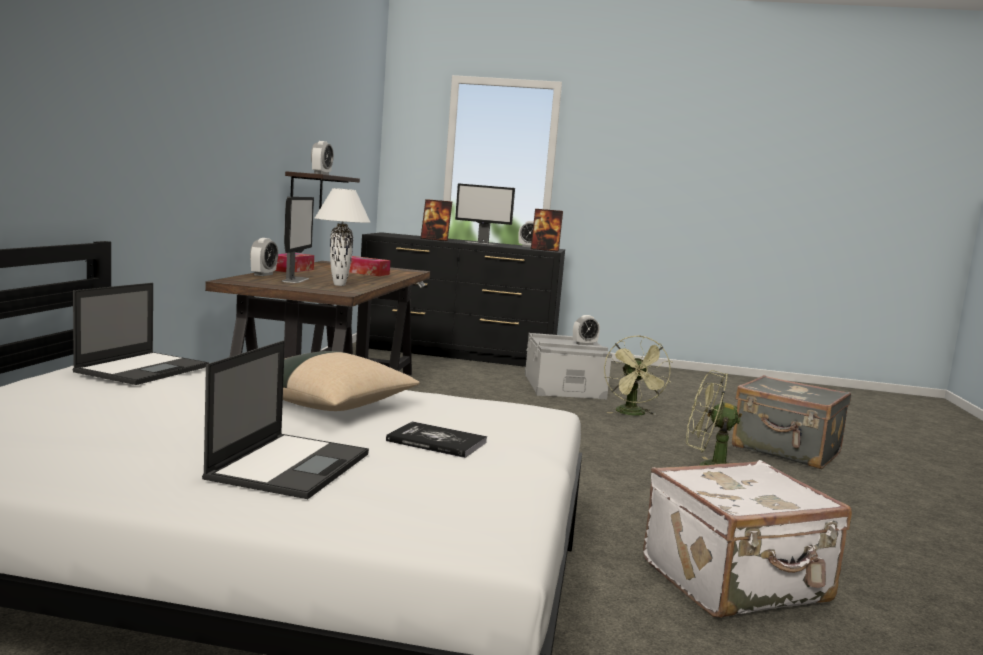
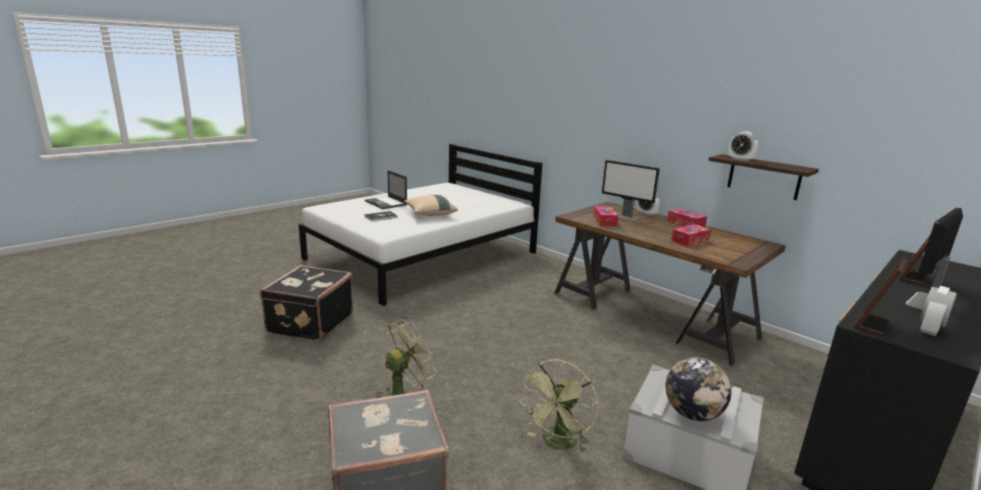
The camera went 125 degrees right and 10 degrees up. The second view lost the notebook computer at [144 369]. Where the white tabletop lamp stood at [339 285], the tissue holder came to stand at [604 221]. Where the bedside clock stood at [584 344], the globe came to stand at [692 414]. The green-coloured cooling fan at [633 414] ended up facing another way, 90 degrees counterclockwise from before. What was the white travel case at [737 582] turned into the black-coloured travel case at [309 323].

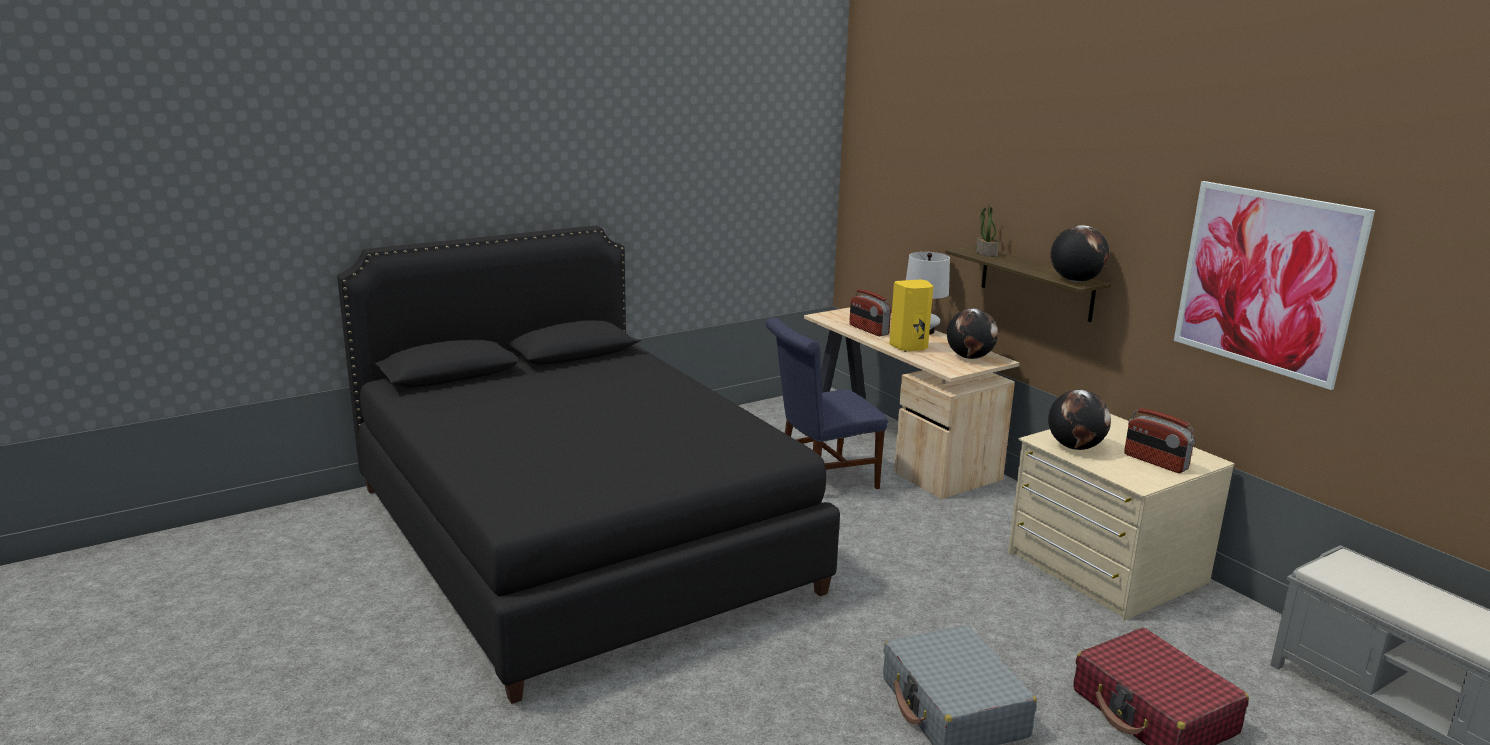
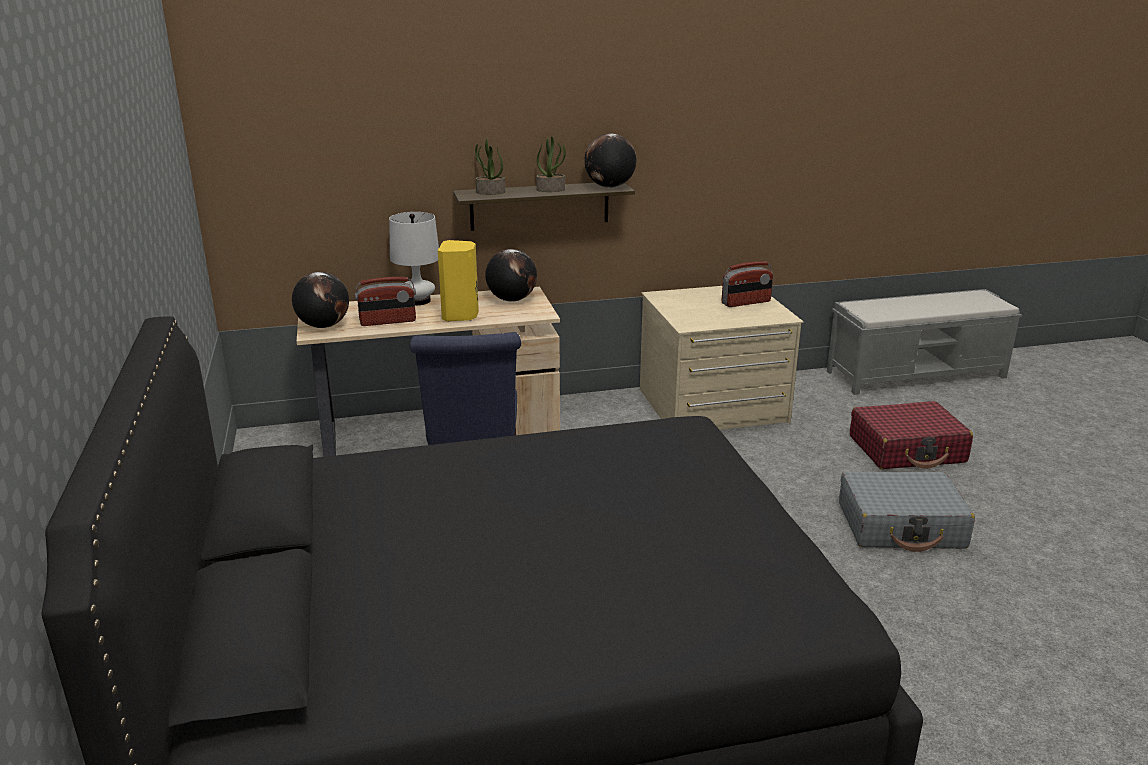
The camera went 70 degrees left and 5 degrees up. The globe ended up elsewhere, having gone from [1075 447] to [323 326]. The second view lost the wall picture at [1266 281]. The second view gained the houseplant at [551 189].

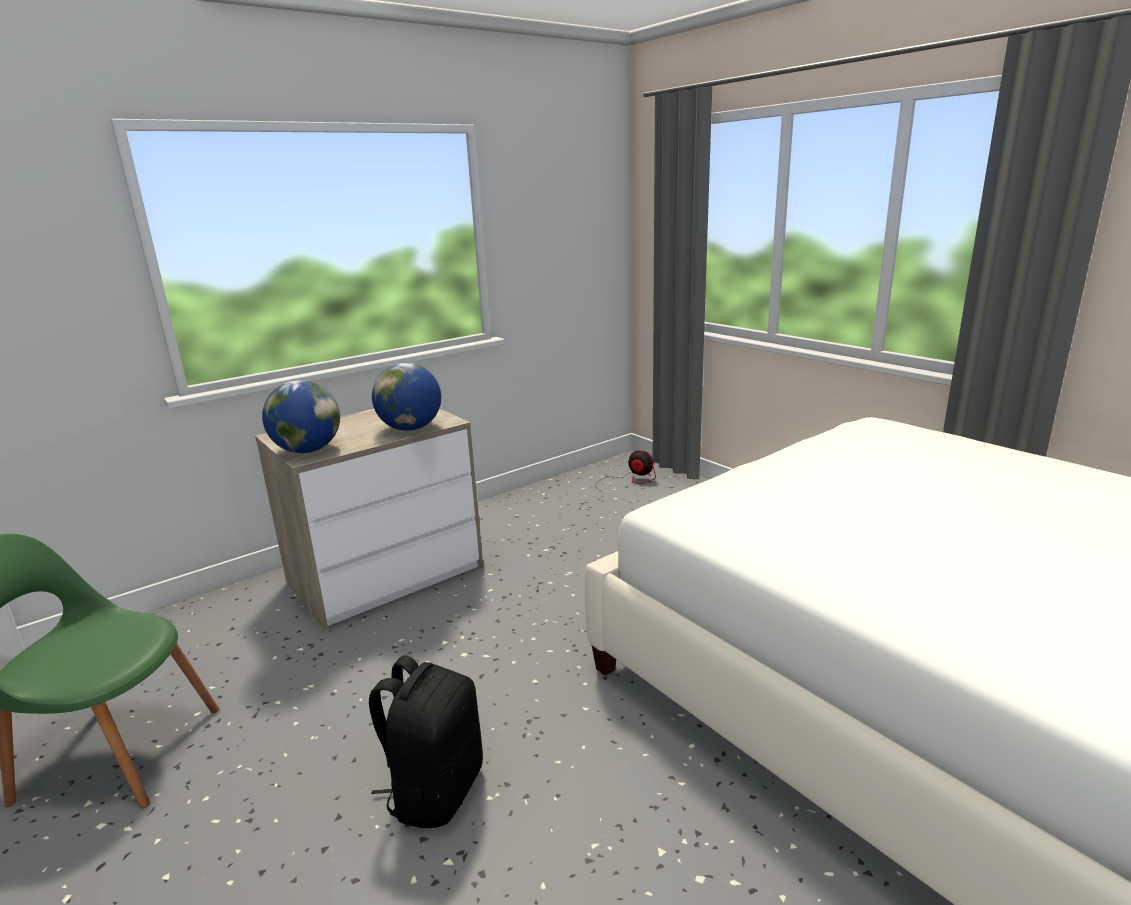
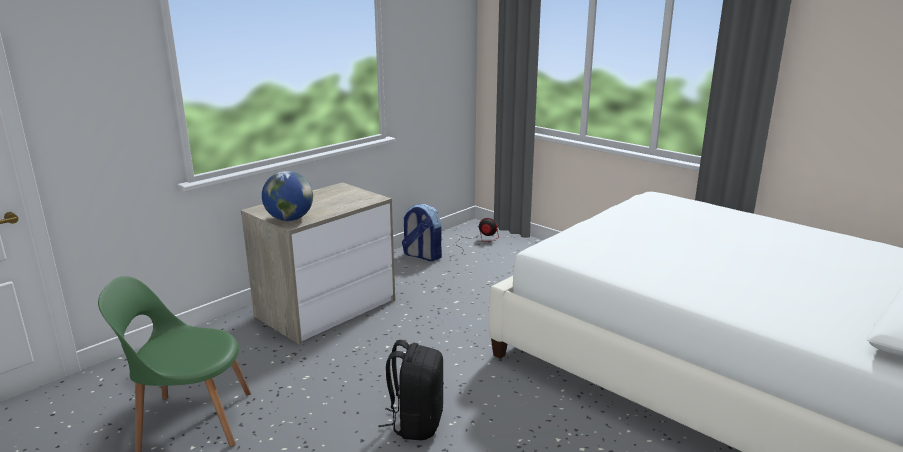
The camera went 10 degrees left and 0 degrees up. The second view lost the globe at [411 428]. The second view gained the knapsack at [422 256].

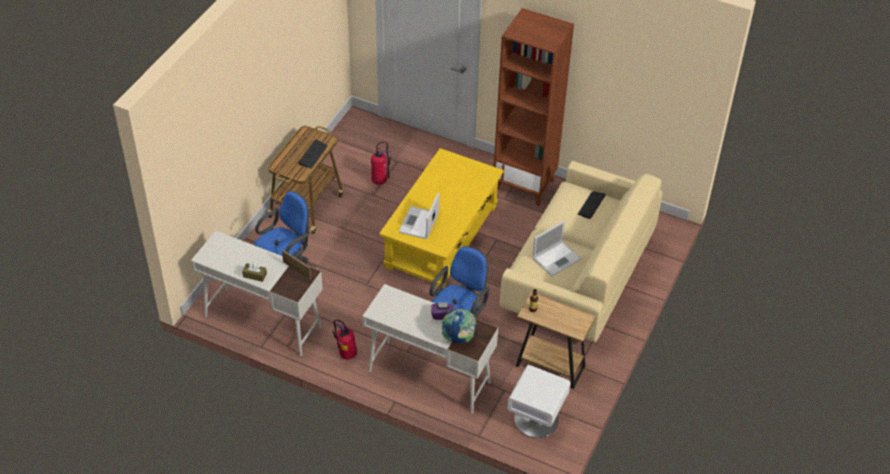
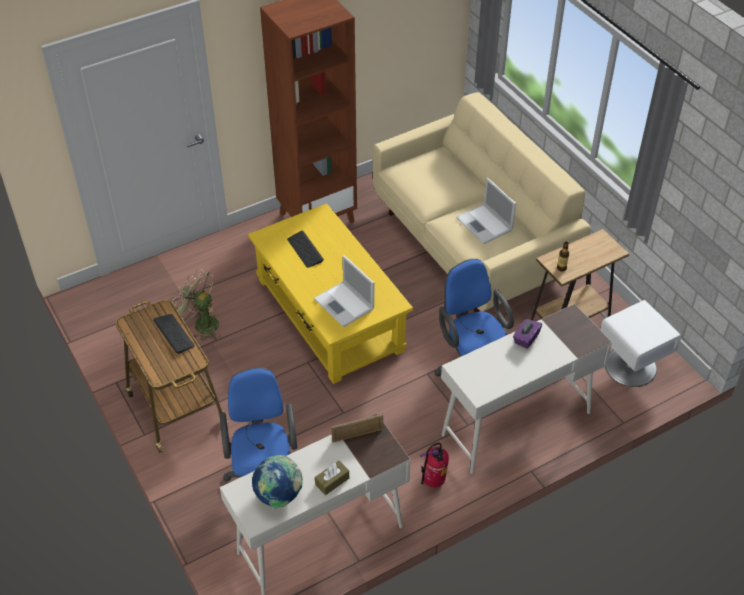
The camera went 55 degrees left and 0 degrees up. Where the fire extinguisher stood at [380 180], the green-coloured cooling fan came to stand at [201 324]. The globe ended up elsewhere, having gone from [458 337] to [279 496]. The notebook computer at [557 258] ended up facing another way, 150 degrees clockwise from before. The computer keyboard ended up elsewhere, having gone from [591 205] to [305 250].

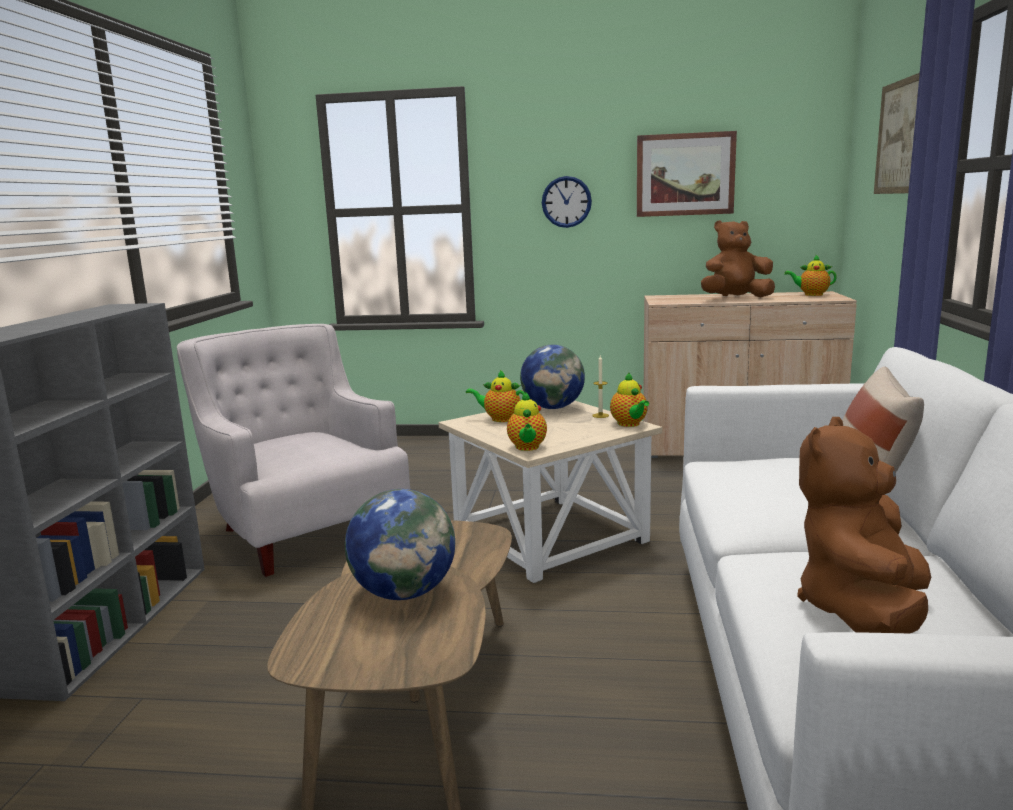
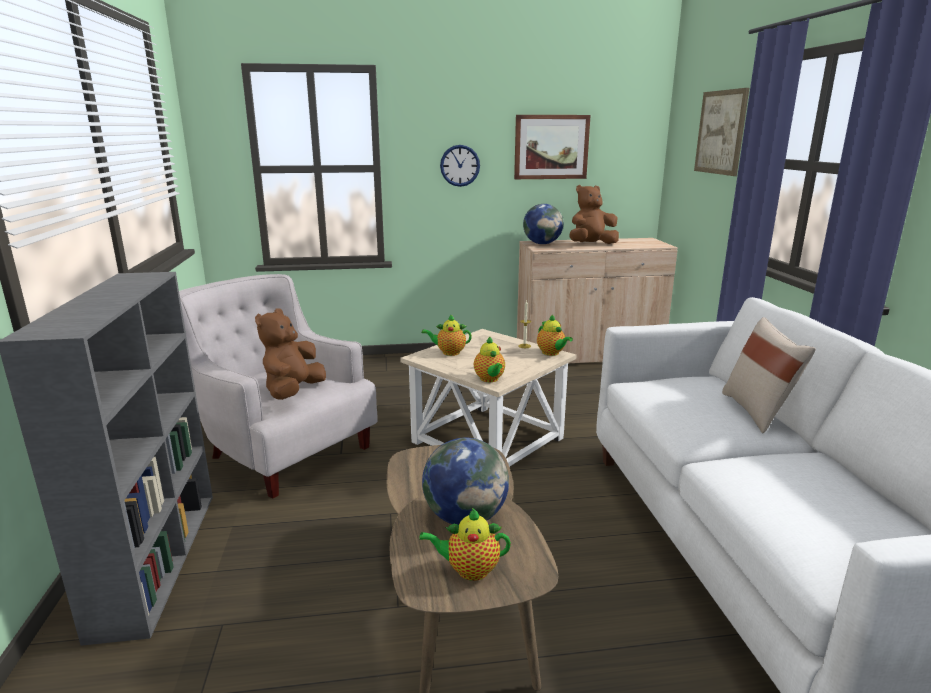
The camera went 15 degrees left and 5 degrees up. The globe ended up elsewhere, having gone from [553 407] to [542 244]. The tea pot ended up elsewhere, having gone from [811 294] to [469 570]. The brown-coloured plush toy ended up elsewhere, having gone from [861 612] to [293 392].

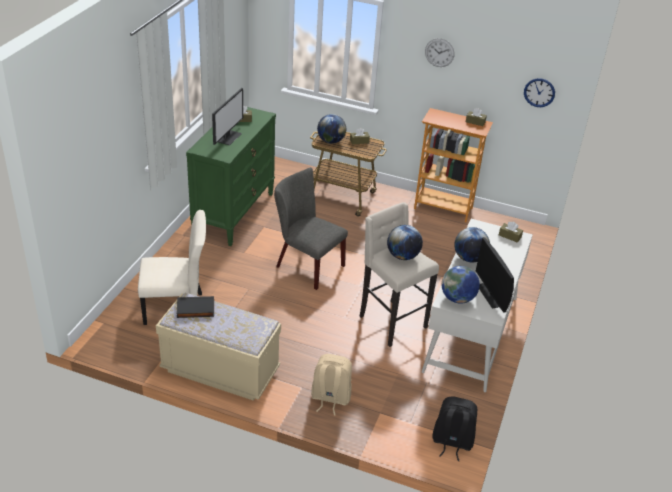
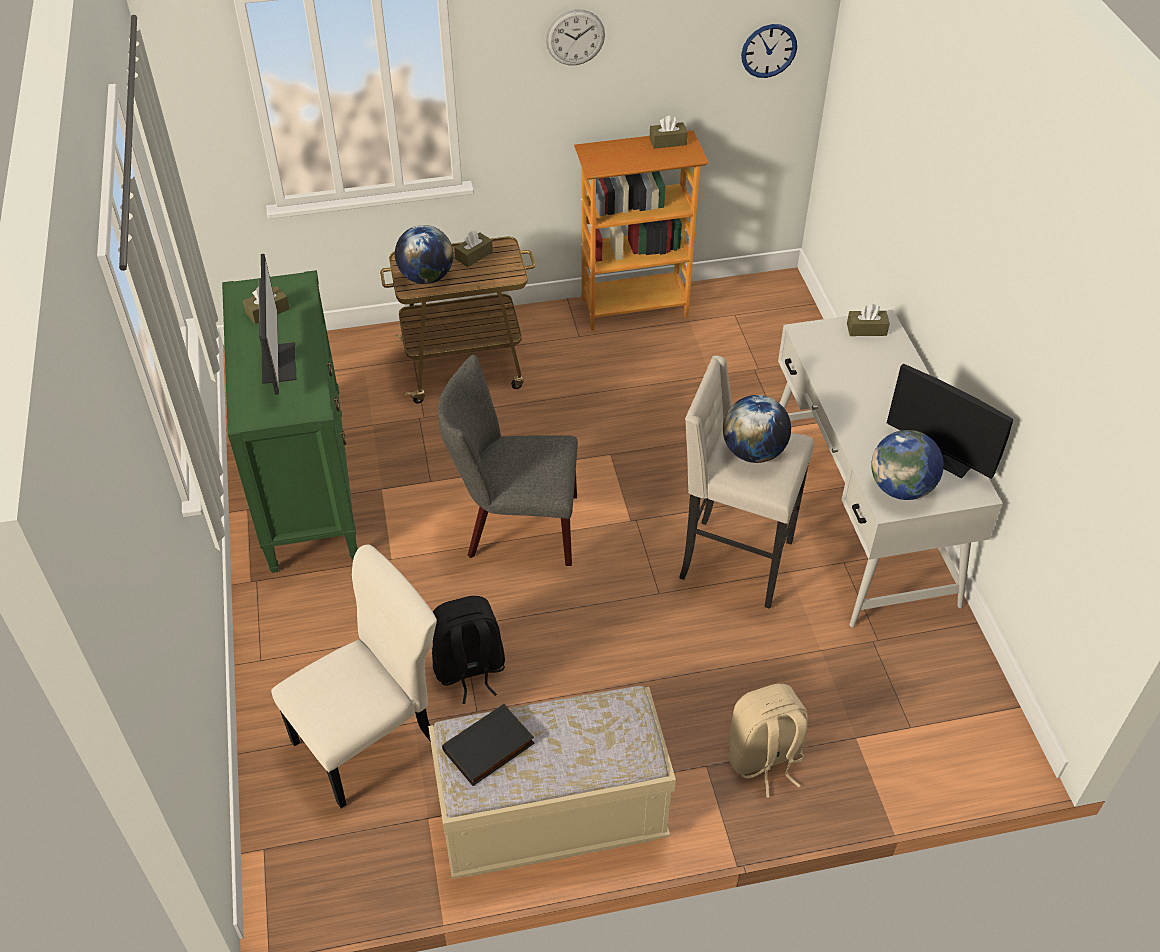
The camera went 30 degrees left and 10 degrees up. The black-coloured knapsack ended up elsewhere, having gone from [451 442] to [469 669]. The second view lost the globe at [469 258].

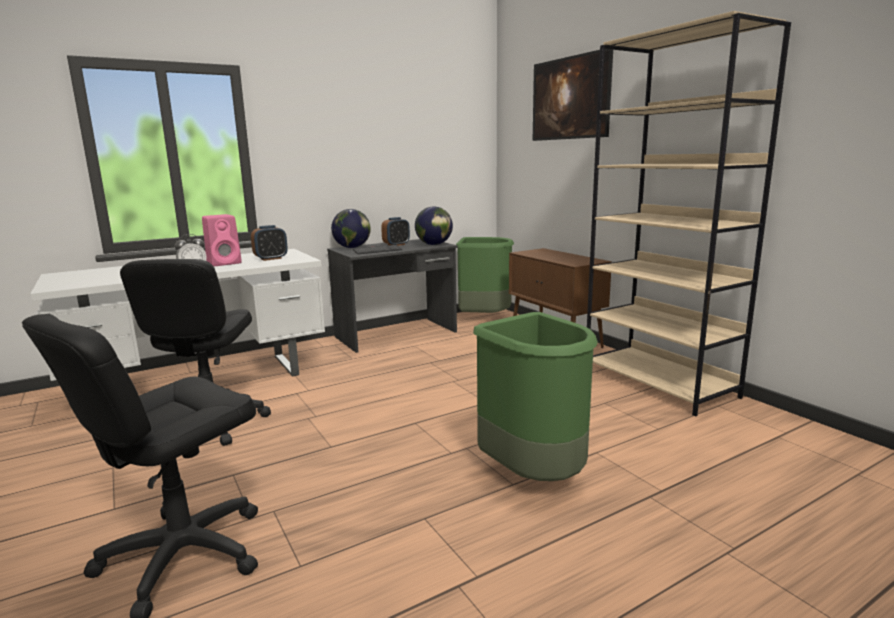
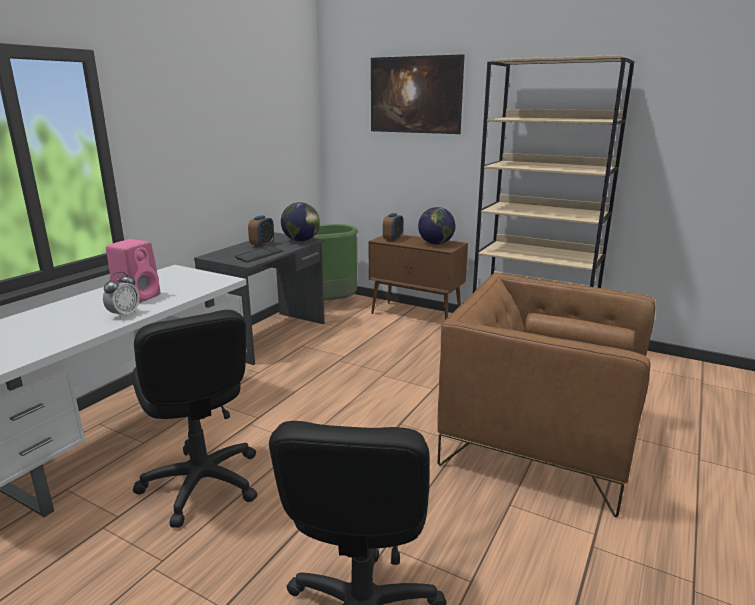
The camera went 30 degrees left and 5 degrees up. The bedside clock ended up elsewhere, having gone from [271 258] to [393 239]. The globe ended up elsewhere, having gone from [352 247] to [436 244]. Where the green-coloured waste bin stood at [534 475], the brown-coloured lounge chair came to stand at [539 442].

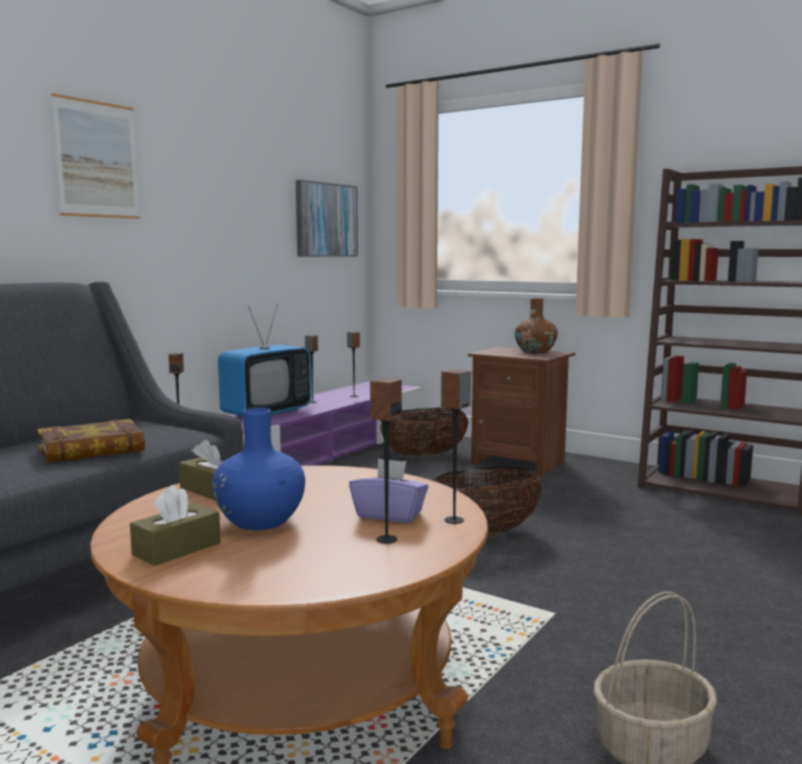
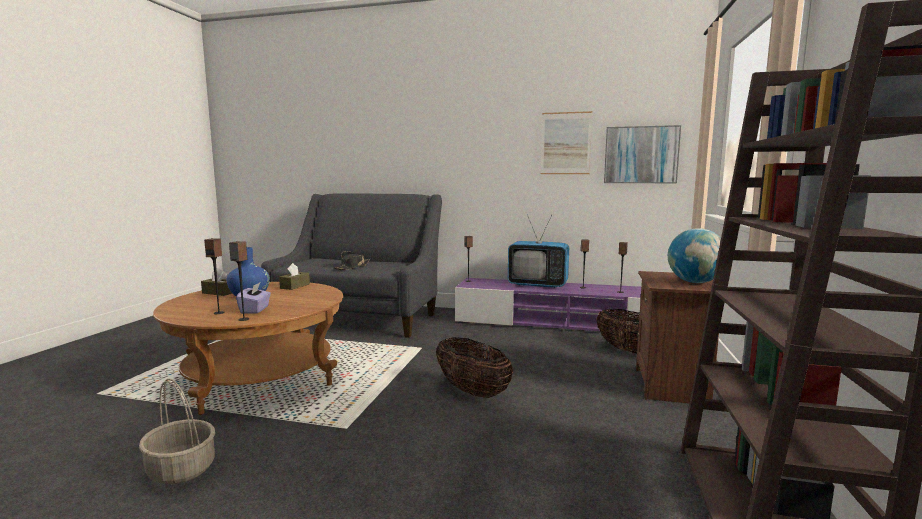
The camera went 70 degrees right and 0 degrees up. Where the book stood at [92 449], the black-coloured hat came to stand at [352 267]. The wall picture ended up elsewhere, having gone from [97 159] to [565 143]. Where the brown-coloured decorative vase stood at [535 351], the globe came to stand at [695 282].

